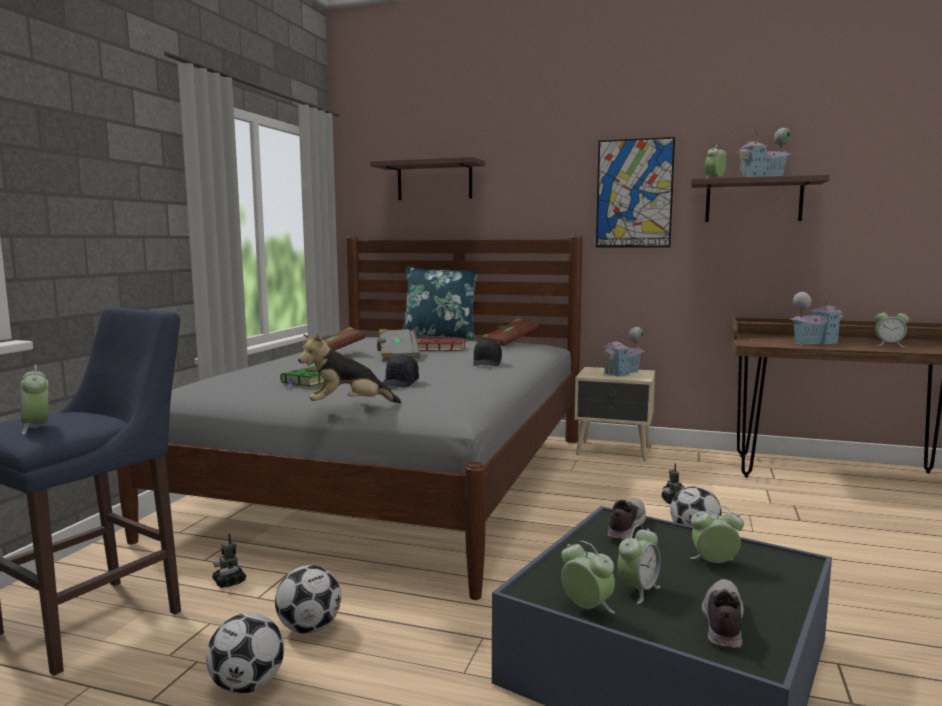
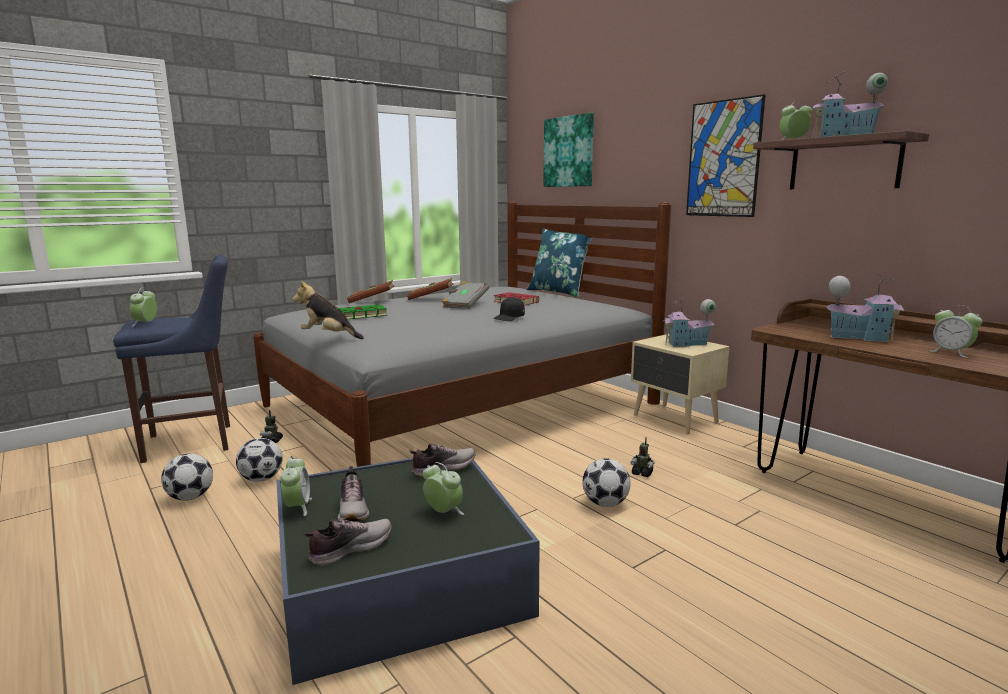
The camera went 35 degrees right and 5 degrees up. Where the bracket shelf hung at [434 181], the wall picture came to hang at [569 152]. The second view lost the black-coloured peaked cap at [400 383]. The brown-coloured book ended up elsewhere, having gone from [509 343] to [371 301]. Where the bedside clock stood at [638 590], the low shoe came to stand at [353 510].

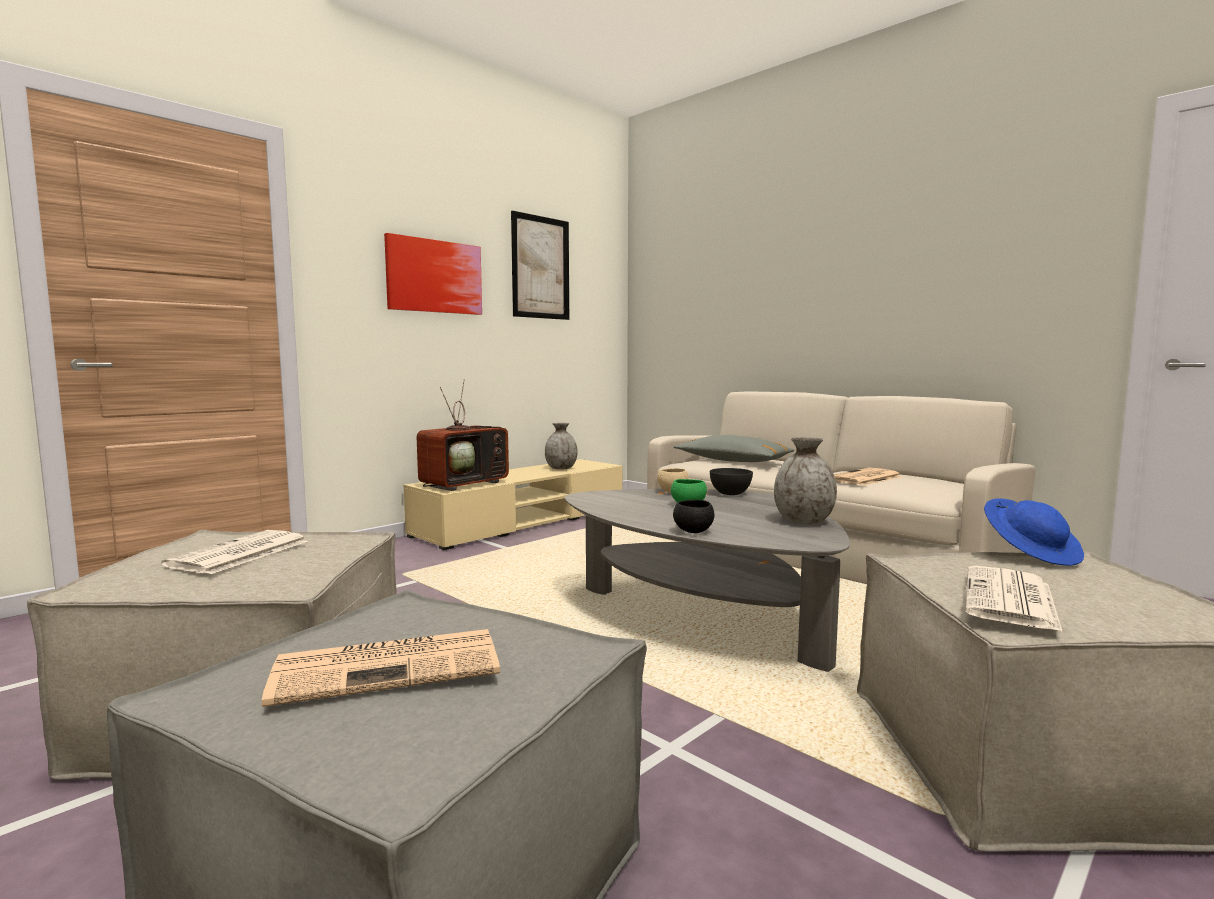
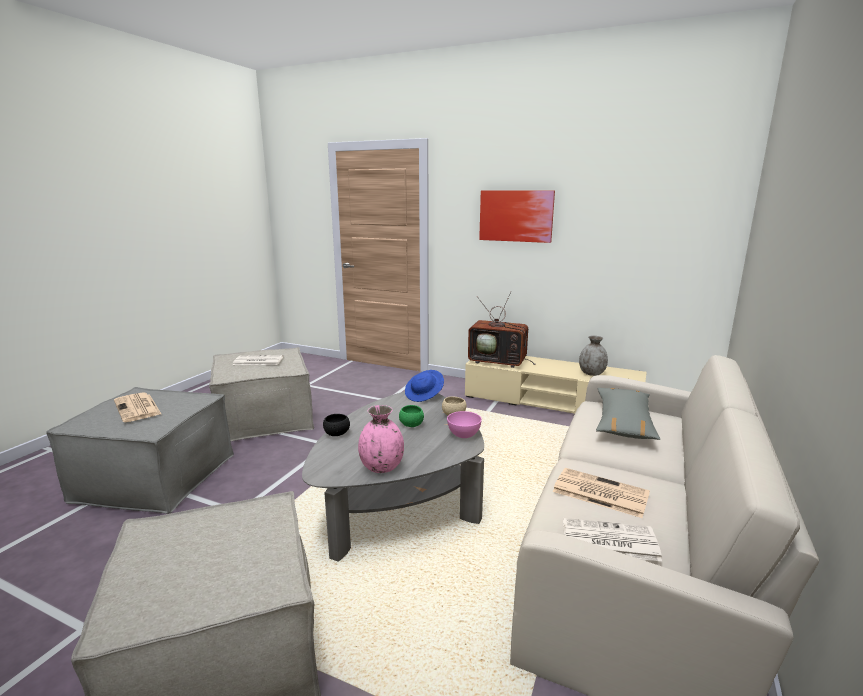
The camera went 70 degrees right and 10 degrees up. The second view lost the wall picture at [540 267]. What was the grey bowl at [730 493] turned into the pink bowl at [464 435]. What was the grey decorative vase at [804 521] turned into the pink decorative vase at [381 467]. The daily paper ended up elsewhere, having gone from [1011 600] to [608 540]. The blue-coloured hat ended up elsewhere, having gone from [1031 553] to [424 395].

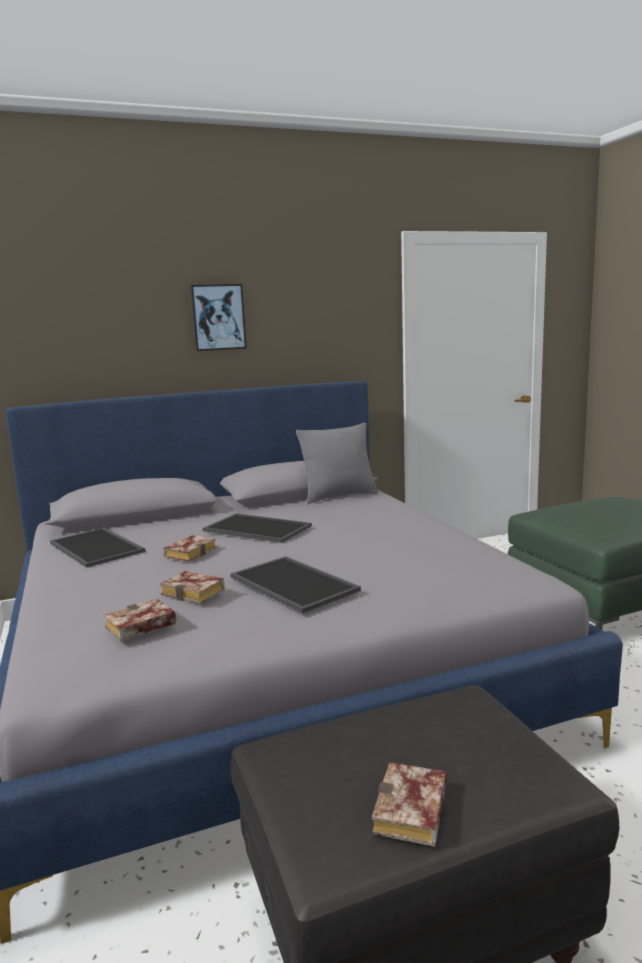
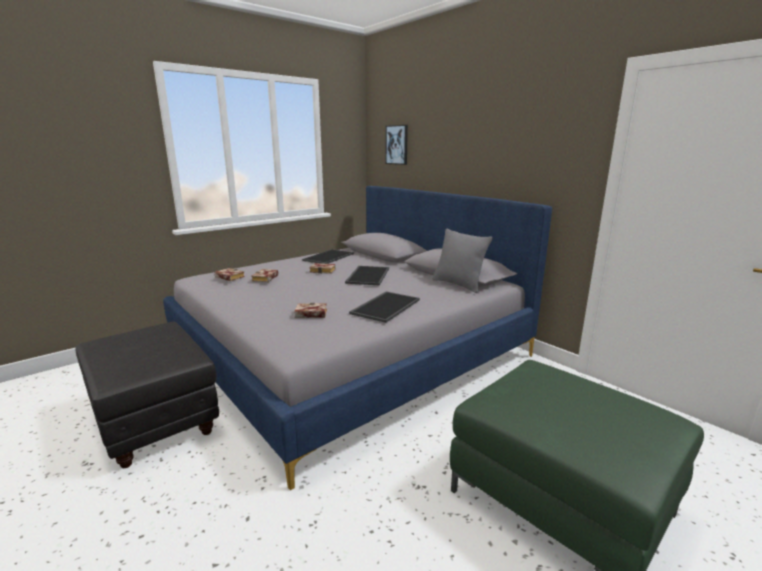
The camera went 70 degrees right and 5 degrees up. The wall picture ended up elsewhere, having gone from [218 317] to [397 145]. The tray ended up elsewhere, having gone from [290 584] to [385 306]. The book ended up elsewhere, having gone from [413 814] to [309 314].

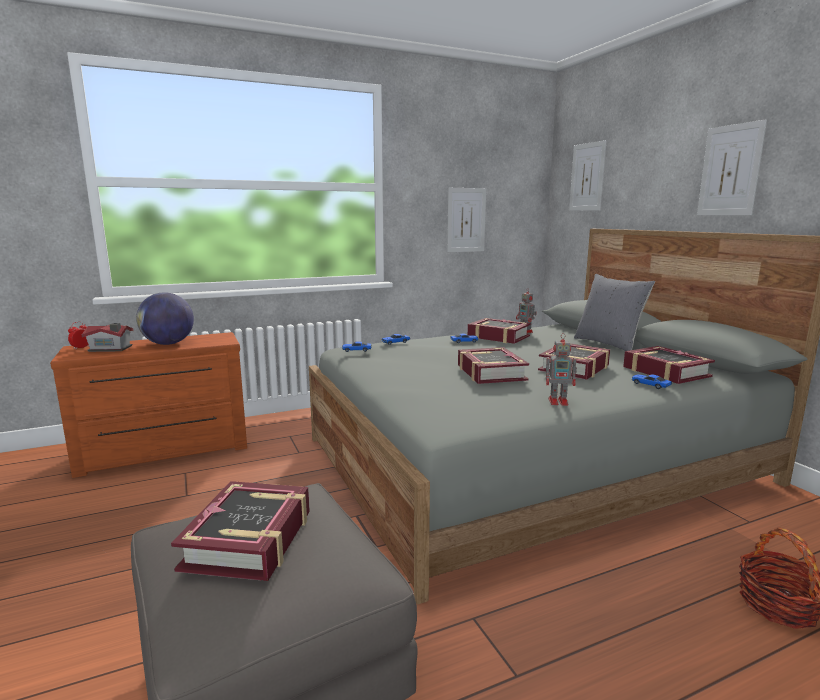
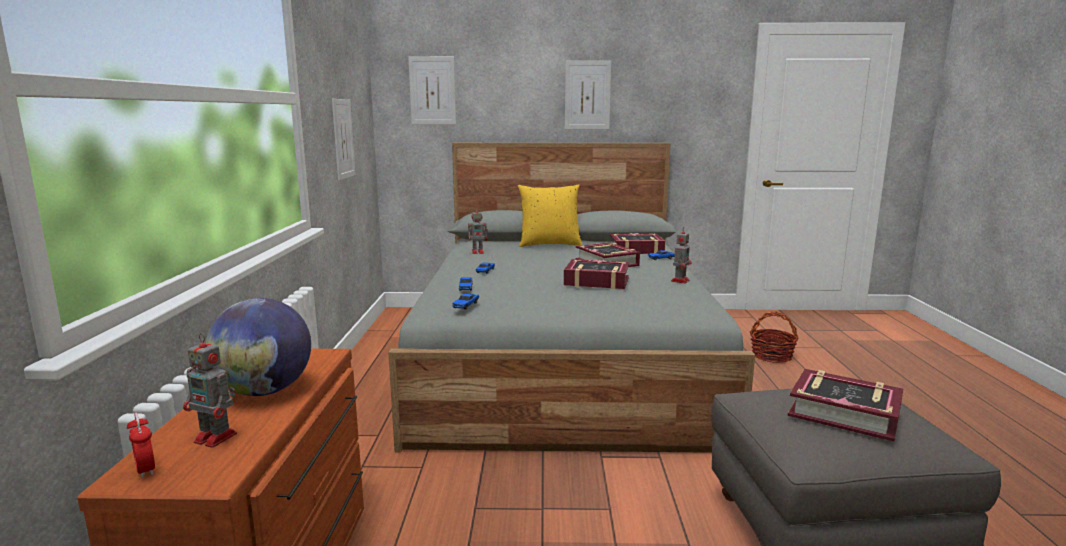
The camera went 65 degrees left and 0 degrees up. Where the toy house stood at [111 349], the model robot came to stand at [217 438]. The second view lost the book at [498 337]. What was the grey cushion at [608 344] turned into the yellow-coloured cushion at [549 244].

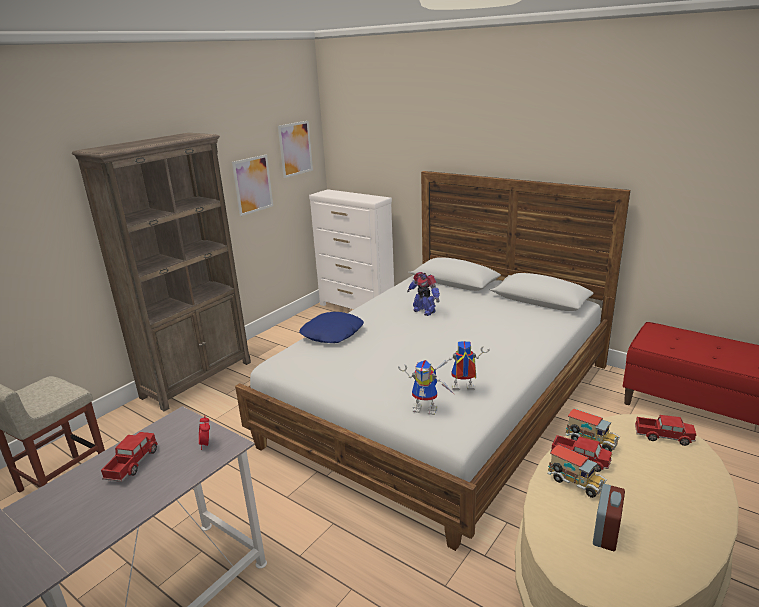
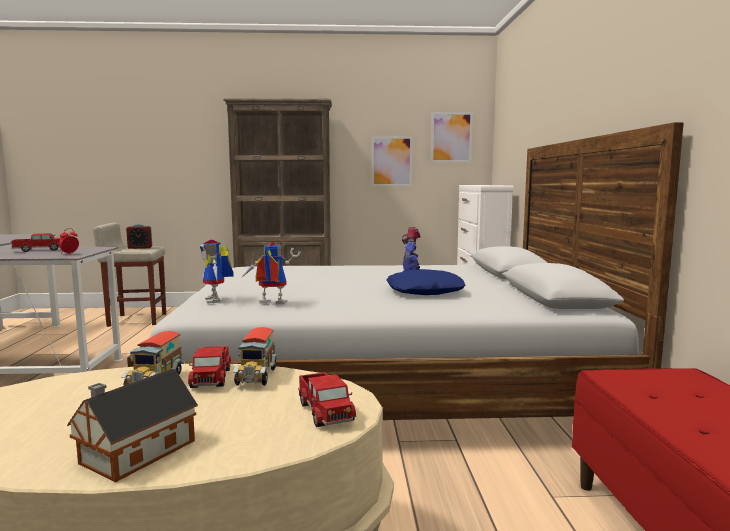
The camera went 50 degrees right and 15 degrees down. The blue-coloured cushion ended up elsewhere, having gone from [333 333] to [425 292]. The model robot at [461 390] ended up facing another way, 45 degrees counterclockwise from before. The bedside clock ended up elsewhere, having gone from [606 533] to [140 248]. The second view gained the toy house at [134 453].

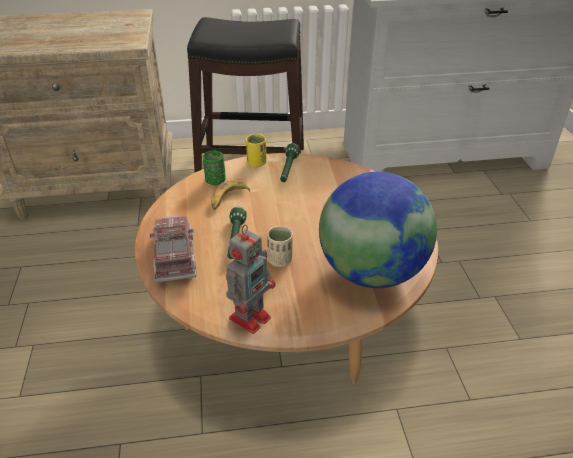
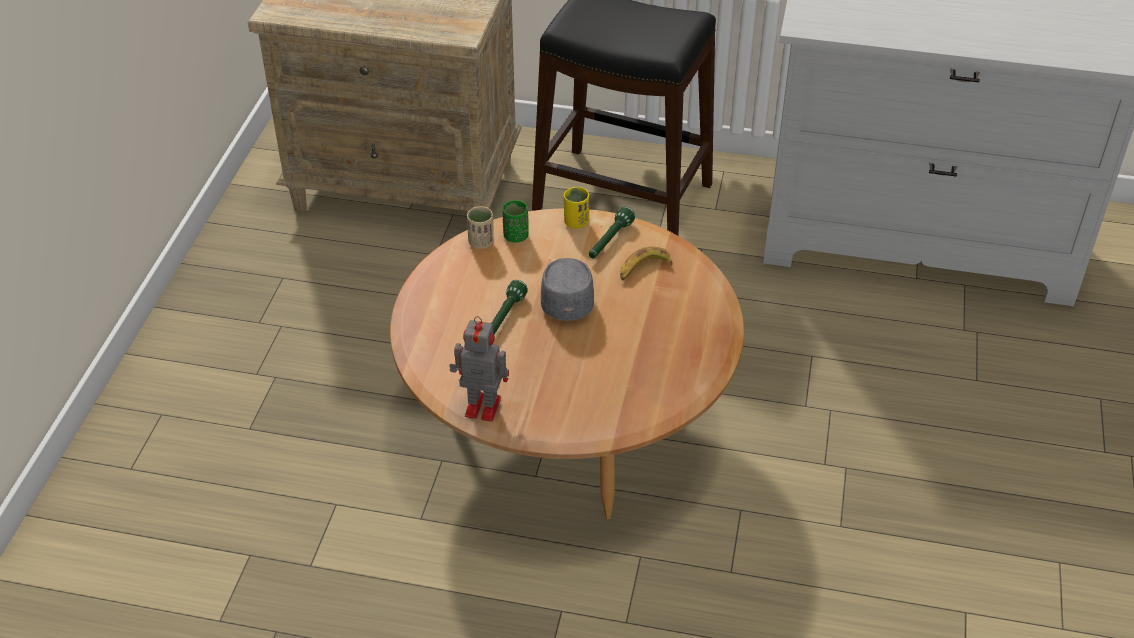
The camera went 20 degrees right and 5 degrees up. The second view lost the model truck at [175 258]. The banana ended up elsewhere, having gone from [228 199] to [643 269]. The model robot at [251 316] ended up facing another way, 135 degrees counterclockwise from before. The beige small cup ended up elsewhere, having gone from [280 260] to [481 242]. The second view lost the globe at [371 272]. The second view gained the grey peaked cap at [567 297].

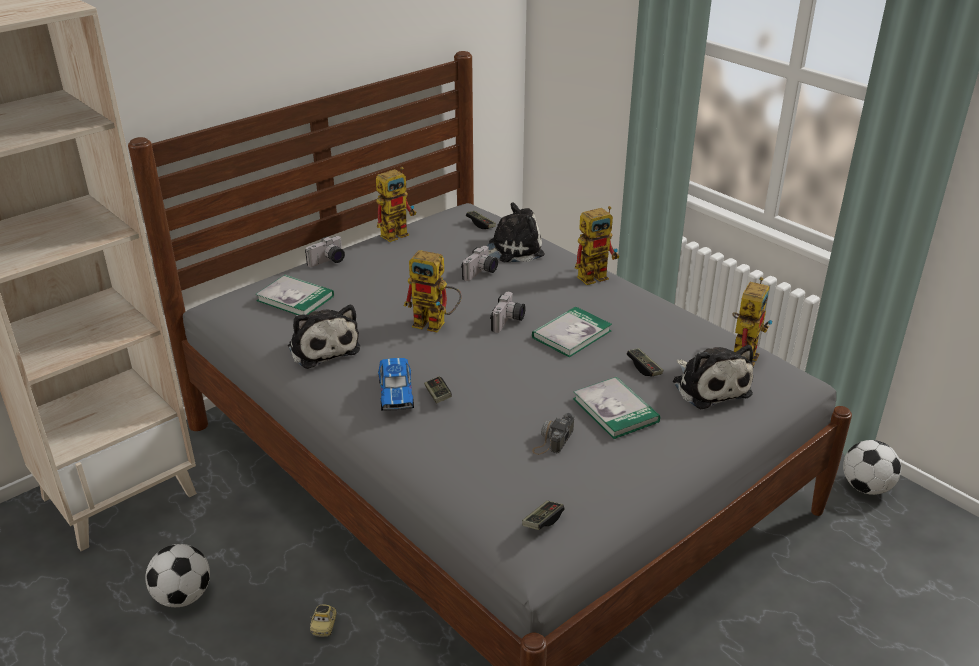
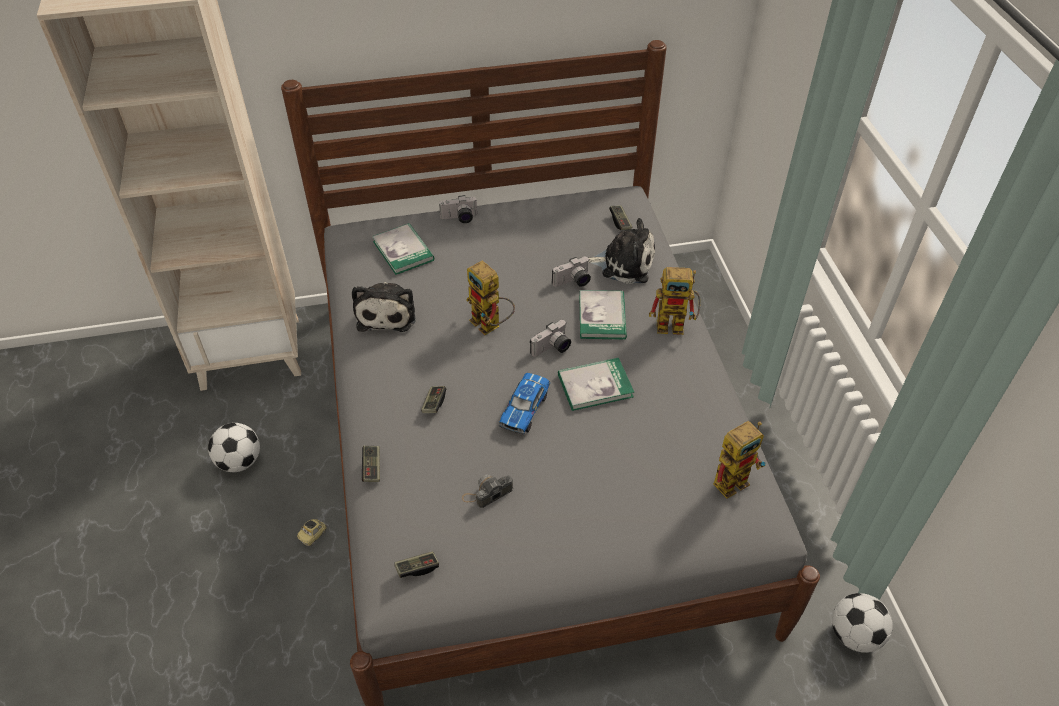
The camera went 30 degrees right and 15 degrees up. The second view lost the model robot at [398 232]. The toy car ended up elsewhere, having gone from [396 392] to [525 408]. The book ended up elsewhere, having gone from [615 410] to [602 317]. The joypad ended up elsewhere, having gone from [644 368] to [372 467]. The second view lost the plush toy at [709 386].

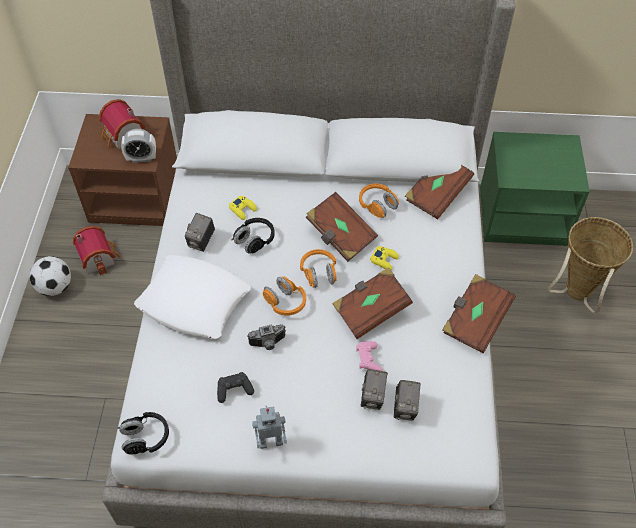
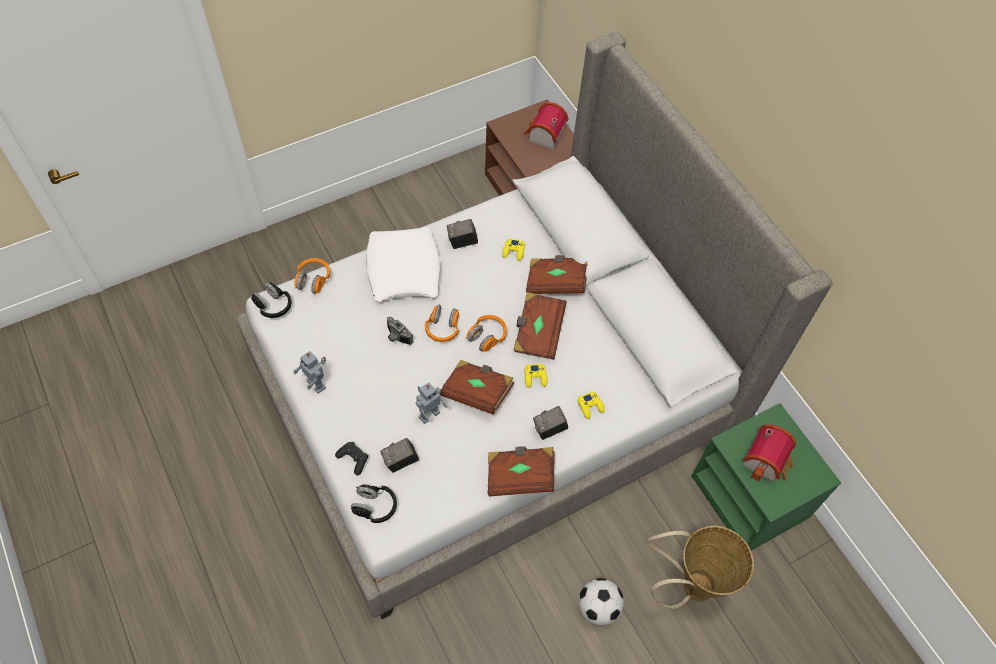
The camera went 55 degrees right and 5 degrees up. The football ended up elsewhere, having gone from [55 287] to [598 607]. The toy house ended up elsewhere, having gone from [99 257] to [767 461]. The second view lost the bedside clock at [141 158]. The black-coloured joypad ended up elsewhere, having gone from [234 390] to [353 459]. The black-coloured pair of headphones ended up elsewhere, having gone from [255 240] to [375 507]. Where the pink joypad stood at [368 360], the model robot came to stand at [428 414]. The orange-coloured pair of headphones ended up elsewhere, having gone from [377 206] to [313 280]. The photo camera ended up elsewhere, having gone from [373 397] to [549 429]. The brown-coloured book ended up elsewhere, having gone from [436 194] to [556 282]. The second view gained the yellow-coloured joypad at [590 406].

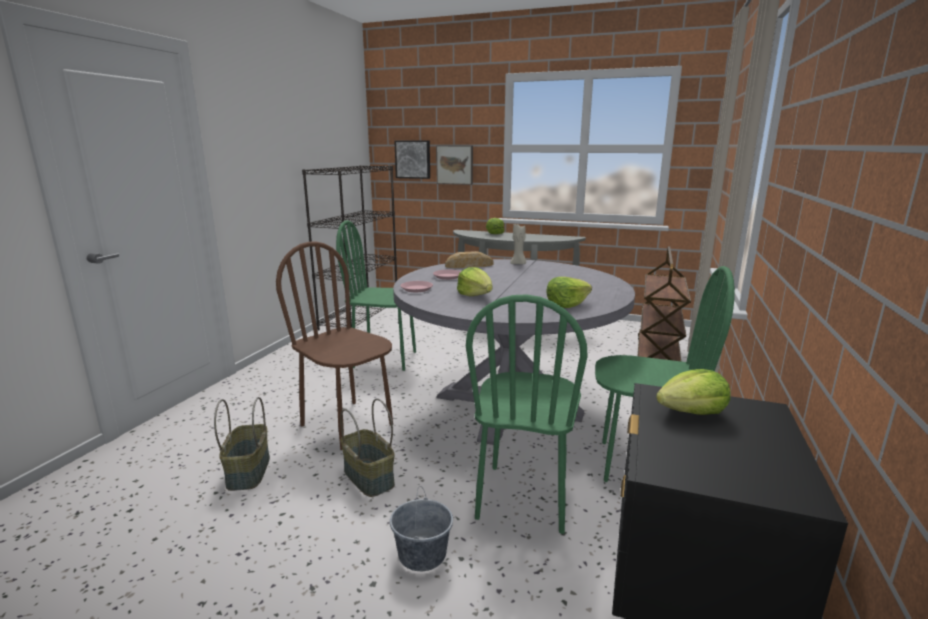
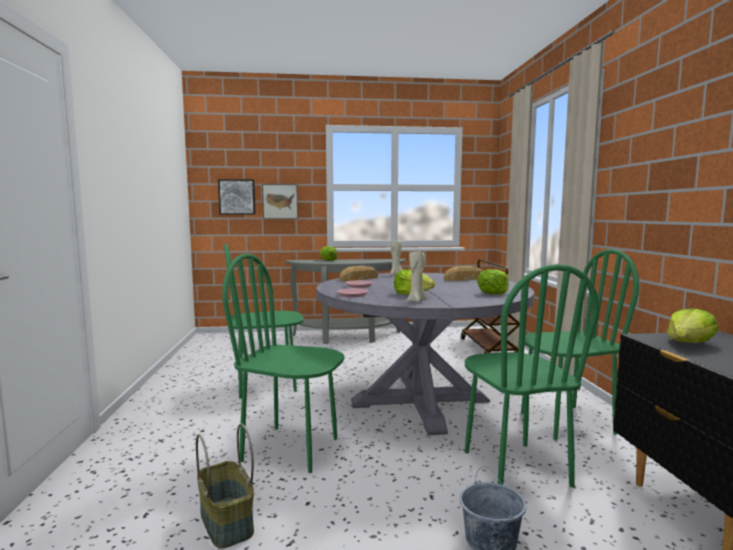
The camera went 25 degrees left and 10 degrees down. What was the brown-coloured plain chair at [347 424] turned into the green-coloured plain chair at [291 449]. The second view lost the black-coloured bookcase at [360 316]. The second view lost the storage basket at [367 477]. The second view gained the beige wax light at [417 301]. The second view gained the bakery bread at [465 279].

